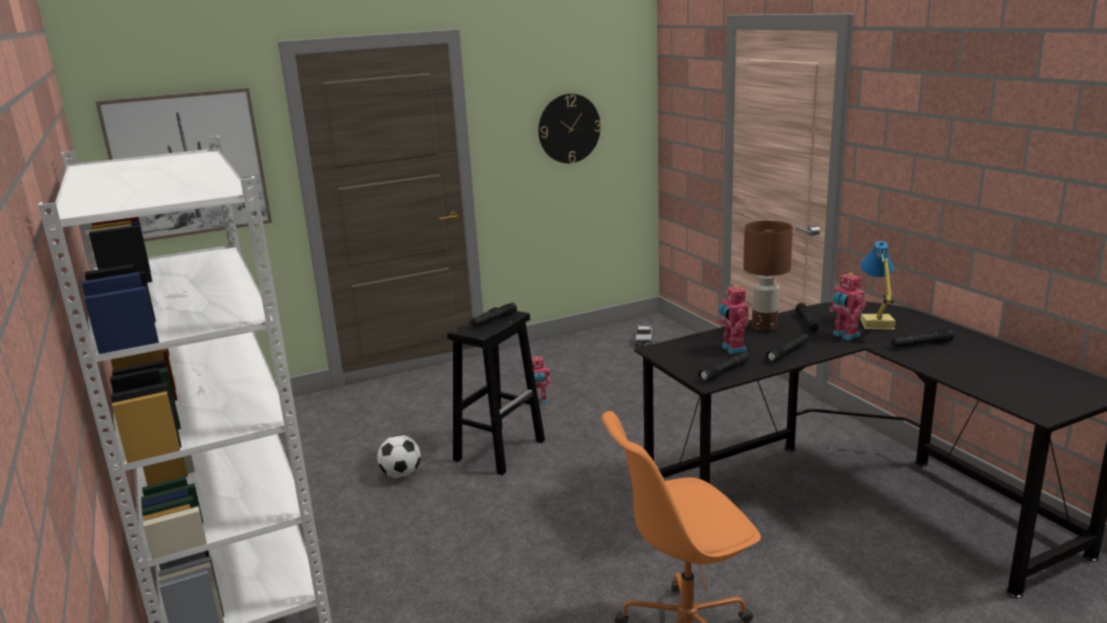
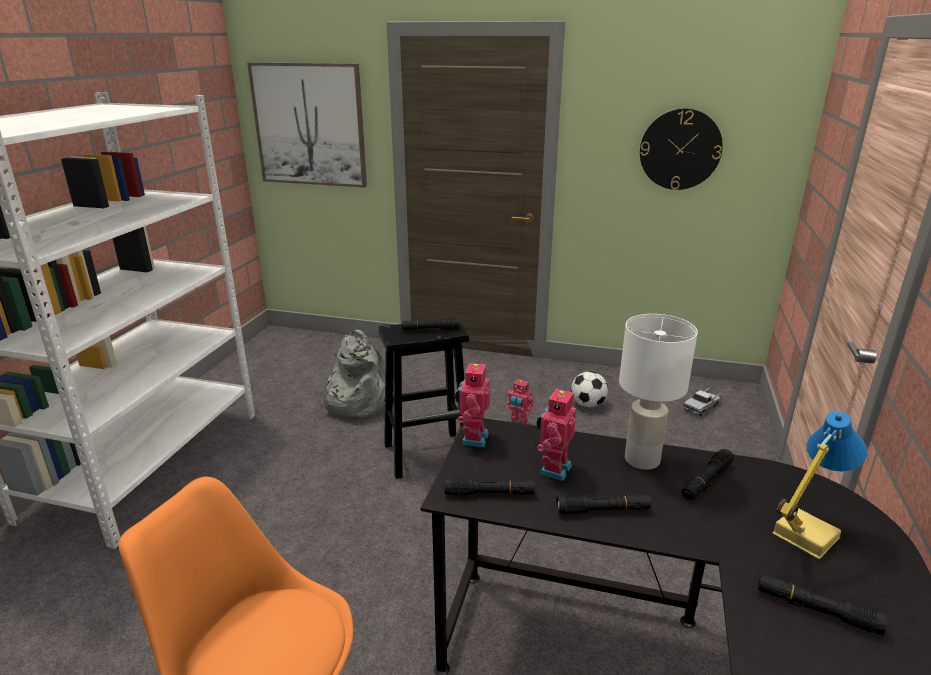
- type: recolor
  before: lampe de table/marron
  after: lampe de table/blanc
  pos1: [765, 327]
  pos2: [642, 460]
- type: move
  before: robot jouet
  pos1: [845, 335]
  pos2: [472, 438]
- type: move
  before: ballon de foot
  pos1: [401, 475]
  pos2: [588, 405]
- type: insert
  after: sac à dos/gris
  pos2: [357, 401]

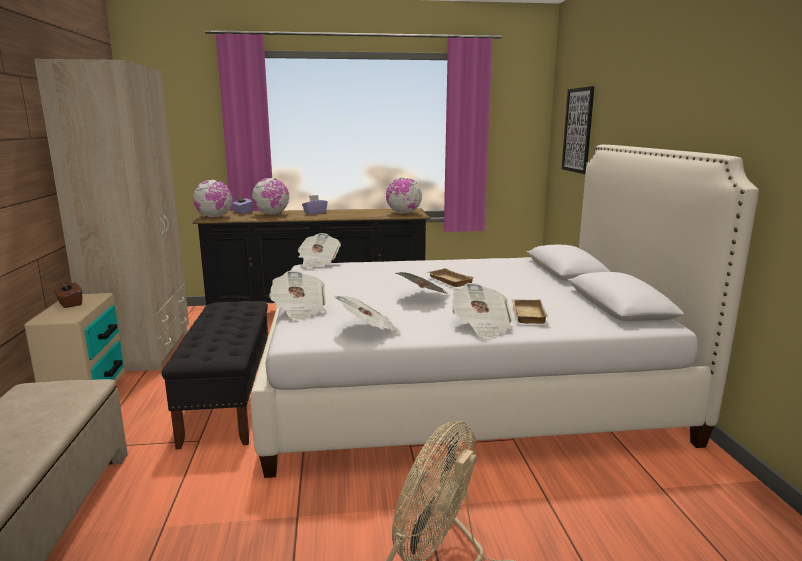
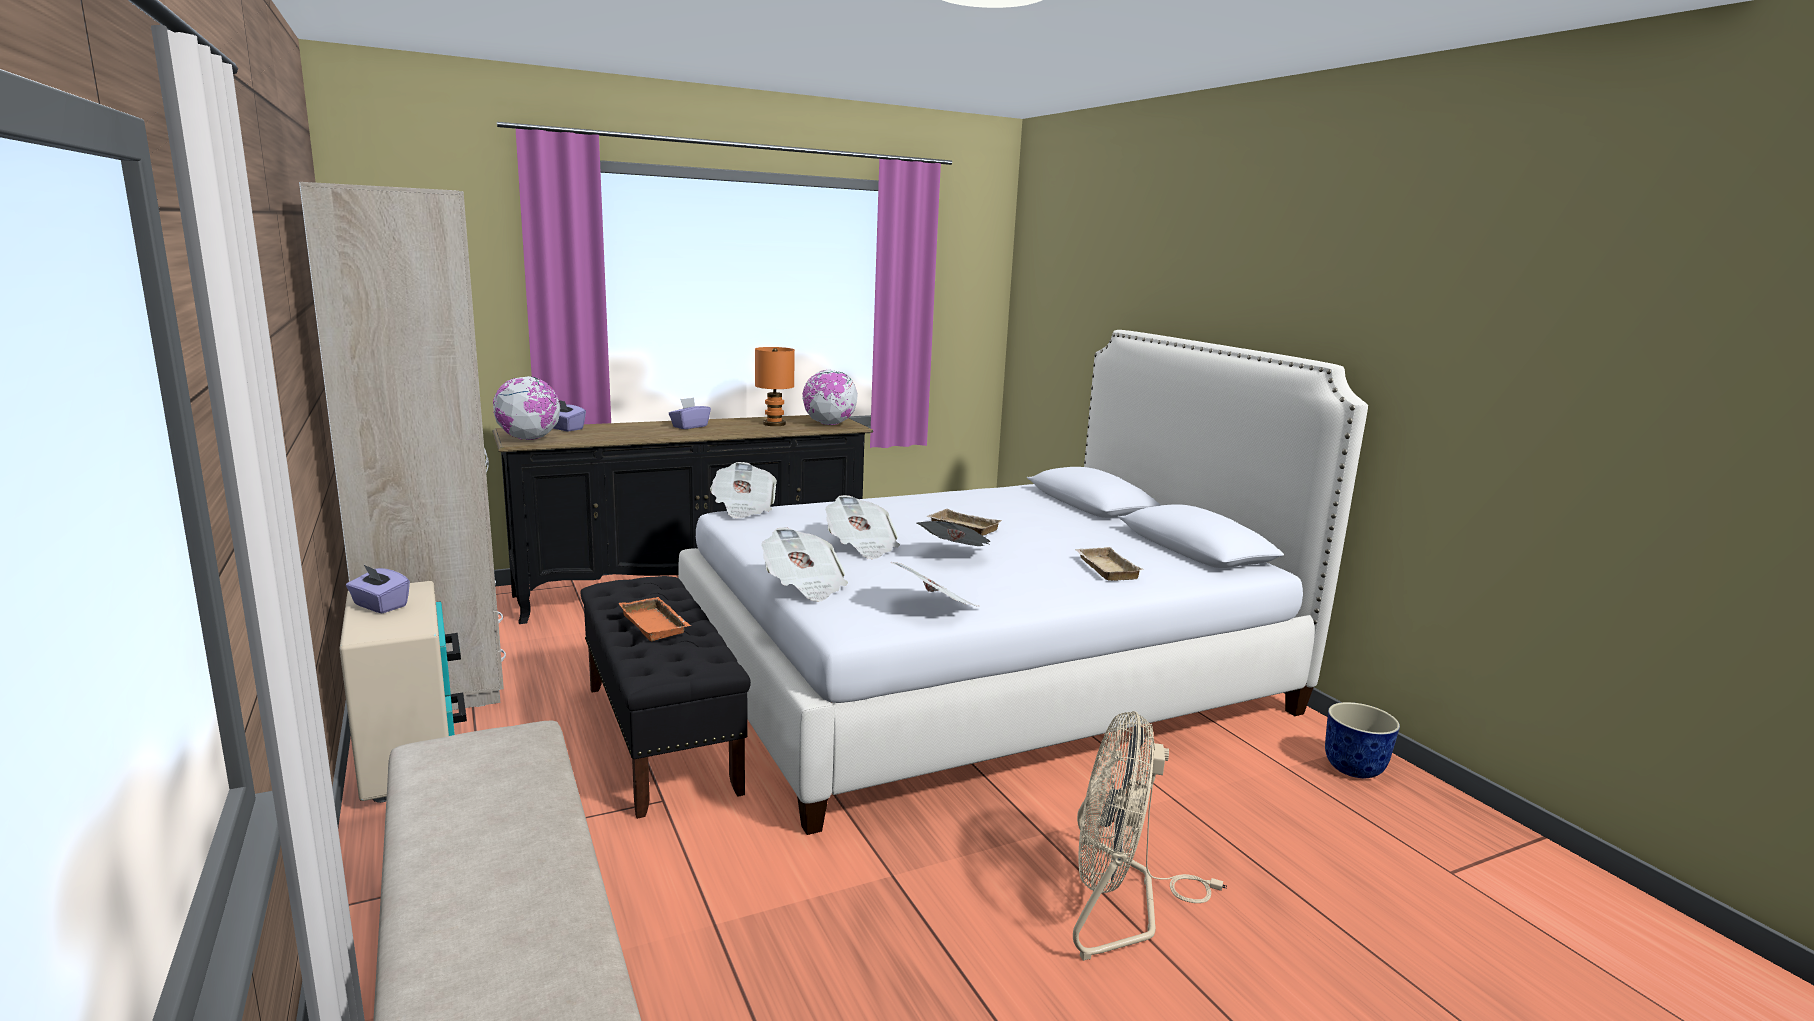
- type: delete
  before: tableau
  pos1: [578, 130]
- type: delete
  before: globe
  pos1: [272, 214]
- type: recolor
  before: boîte à mouchoirs/marron
  after: boîte à mouchoirs/violet
  pos1: [69, 304]
  pos2: [379, 606]
- type: move
  before: journal
  pos1: [481, 326]
  pos2: [861, 547]
- type: insert
  after: lampe de table/orange
  pos2: [774, 424]
- type: insert
  after: plateau/orange
  pos2: [657, 624]
- type: insert
  after: cache-pot
  pos2: [1353, 768]

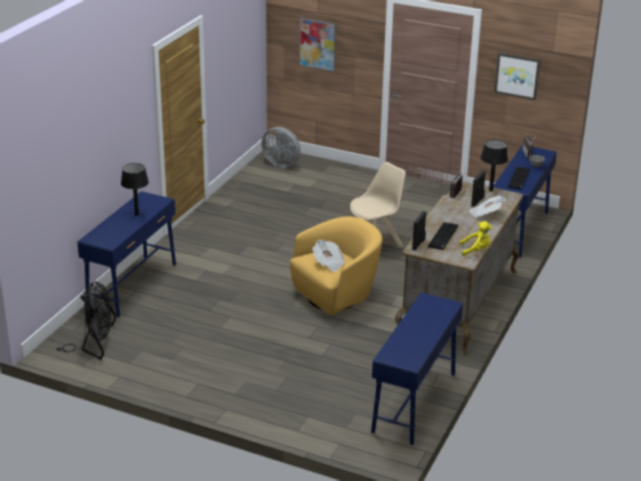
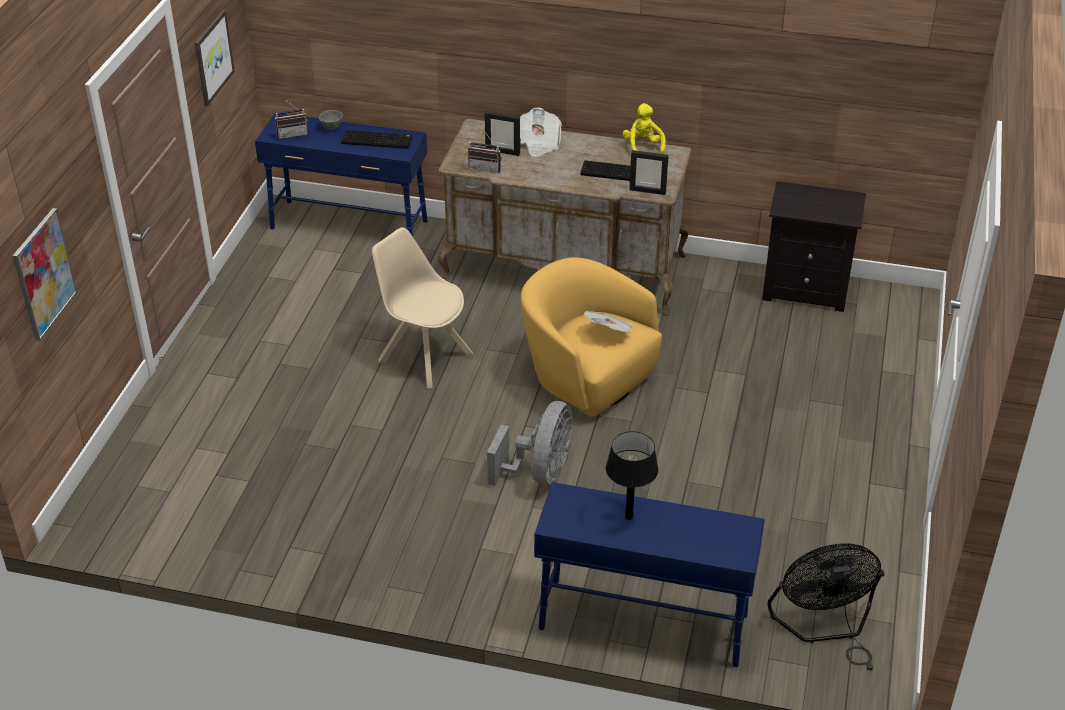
- type: move
  before: ventilateur/gris
  pos1: [282, 163]
  pos2: [540, 473]
- type: delete
  before: lampe de table/noir
  pos1: [490, 190]
- type: replace
  before: table console/bleu
  after: table de chevet/noir
  pos1: [413, 402]
  pos2: [806, 289]

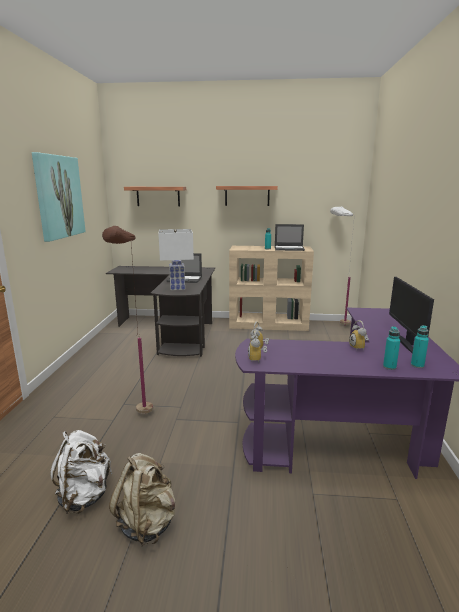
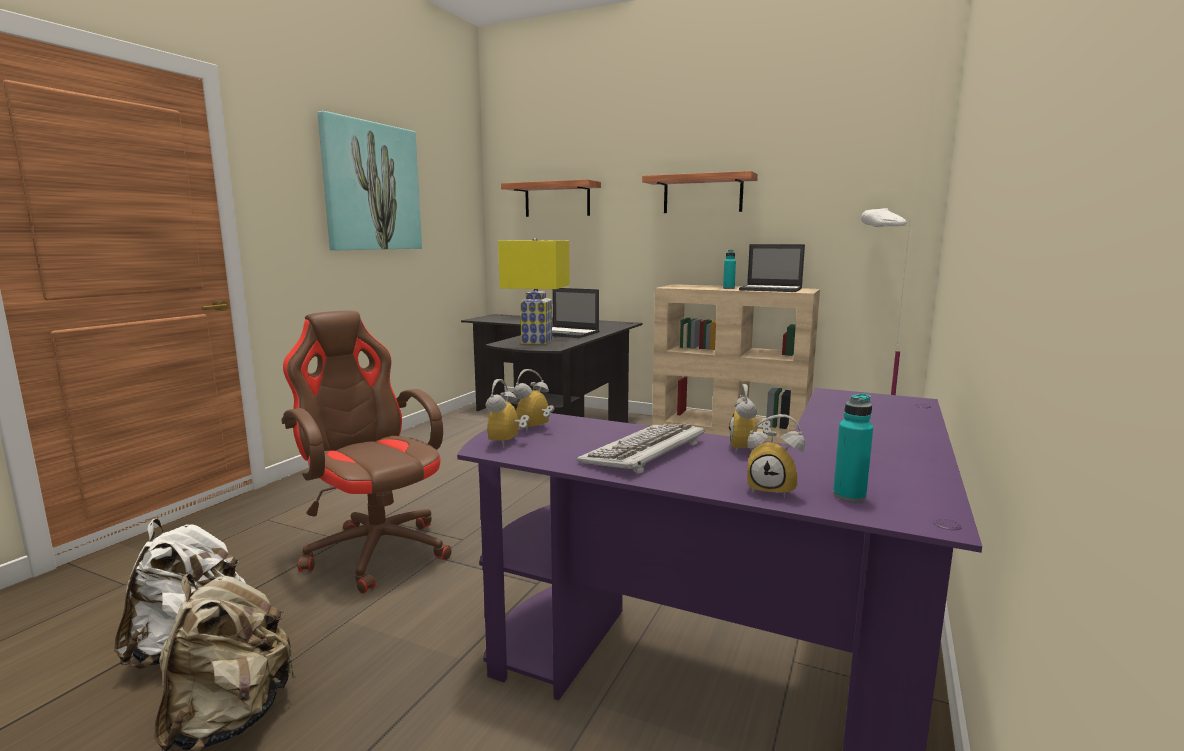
- type: replace
  before: lampadaire/marron
  after: chaise de bureau/marron
  pos1: [138, 421]
  pos2: [375, 549]
- type: recolor
  before: lampe de table/blanc
  after: lampe de table/jaune
  pos1: [177, 288]
  pos2: [536, 342]
- type: delete
  before: écran d'ordinateur
  pos1: [406, 343]
- type: replace
  before: bouteille/turquoise
  after: réveil
  pos1: [389, 367]
  pos2: [773, 489]
- type: insert
  after: clavier
  pos2: [645, 452]

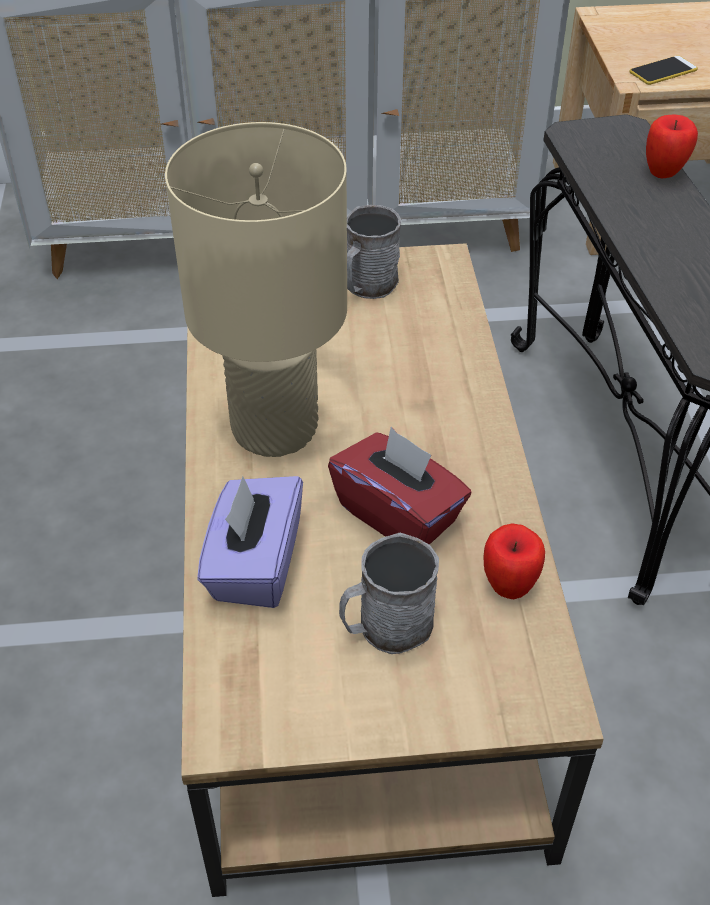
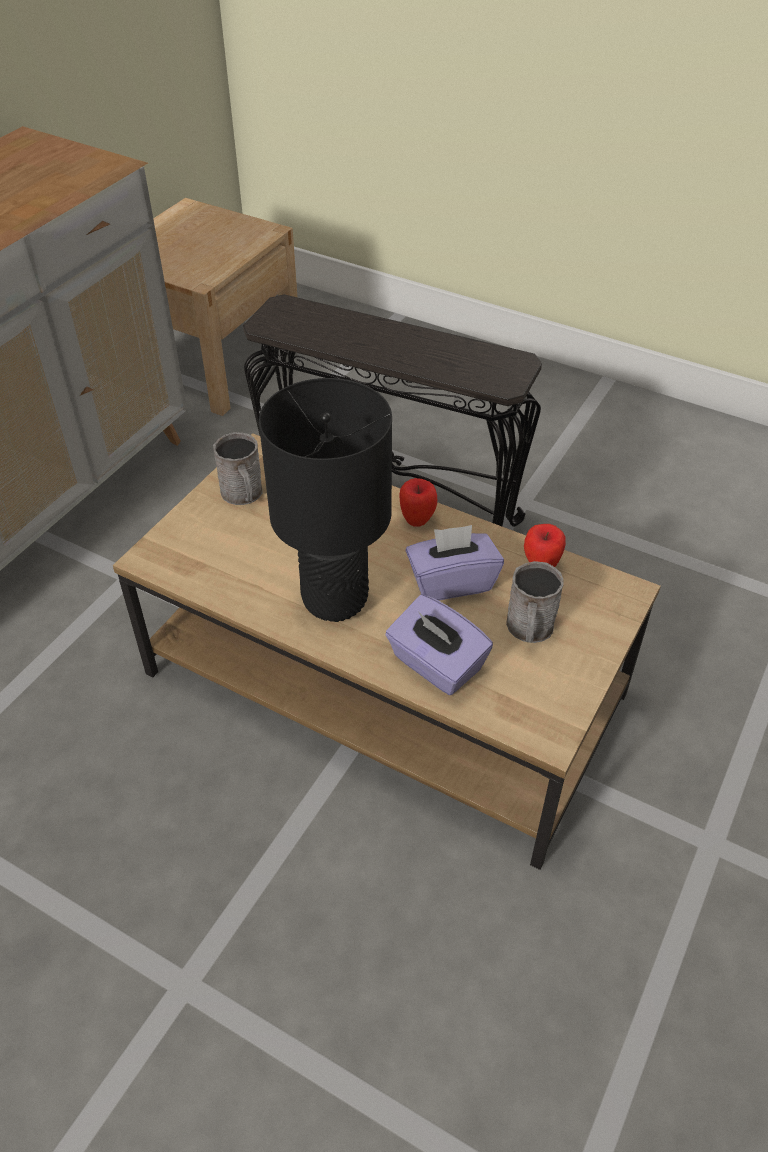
- type: delete
  before: téléphone
  pos1: [663, 71]
- type: move
  before: pomme
  pos1: [664, 173]
  pos2: [417, 520]
- type: recolor
  before: lampe de table/beige
  after: lampe de table/noir
  pos1: [276, 434]
  pos2: [335, 602]
- type: recolor
  before: boîte à mouchoirs/rouge
  after: boîte à mouchoirs/violet
  pos1: [398, 514]
  pos2: [451, 582]

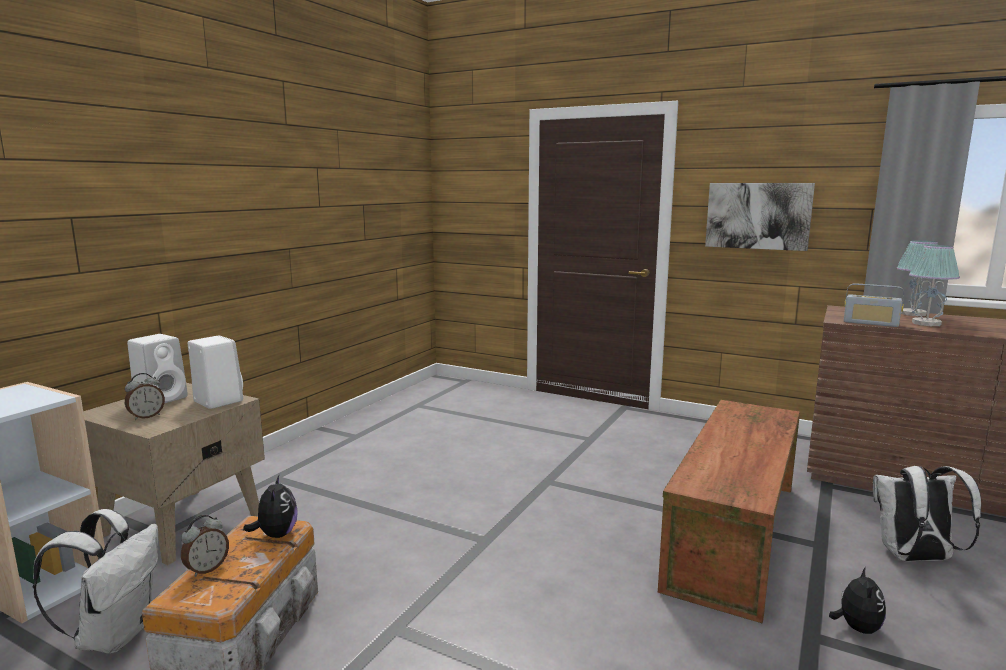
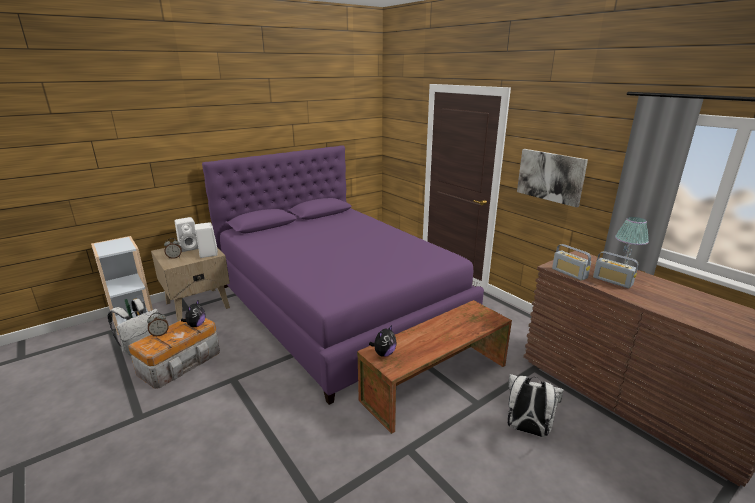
- type: replace
  before: lampe de table
  after: radio
  pos1: [926, 323]
  pos2: [612, 281]
- type: move
  before: peluche
  pos1: [856, 627]
  pos2: [384, 353]
- type: insert
  after: lit/violet
  pos2: [338, 306]

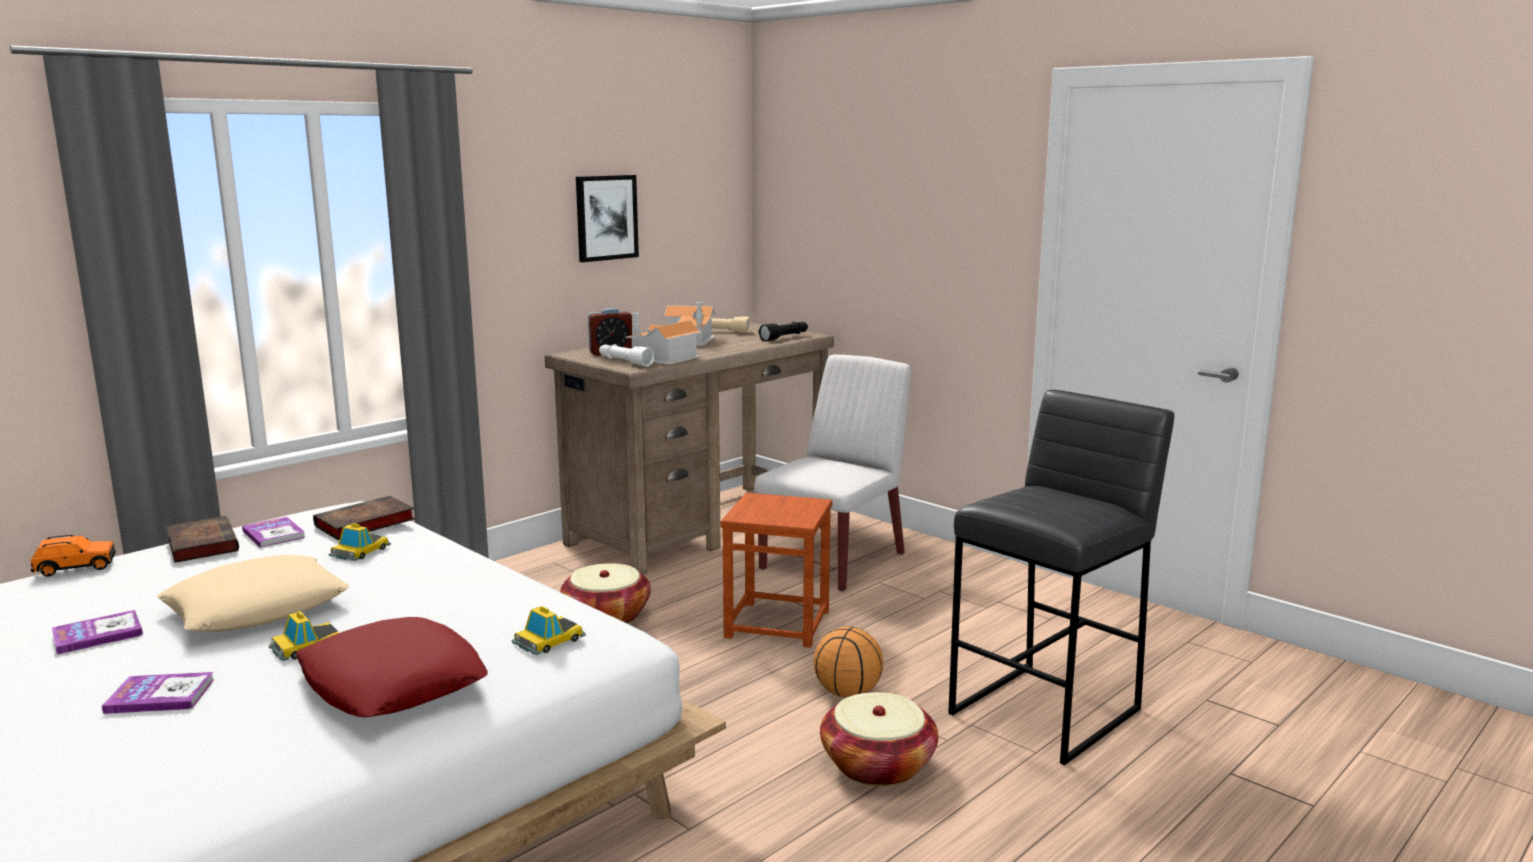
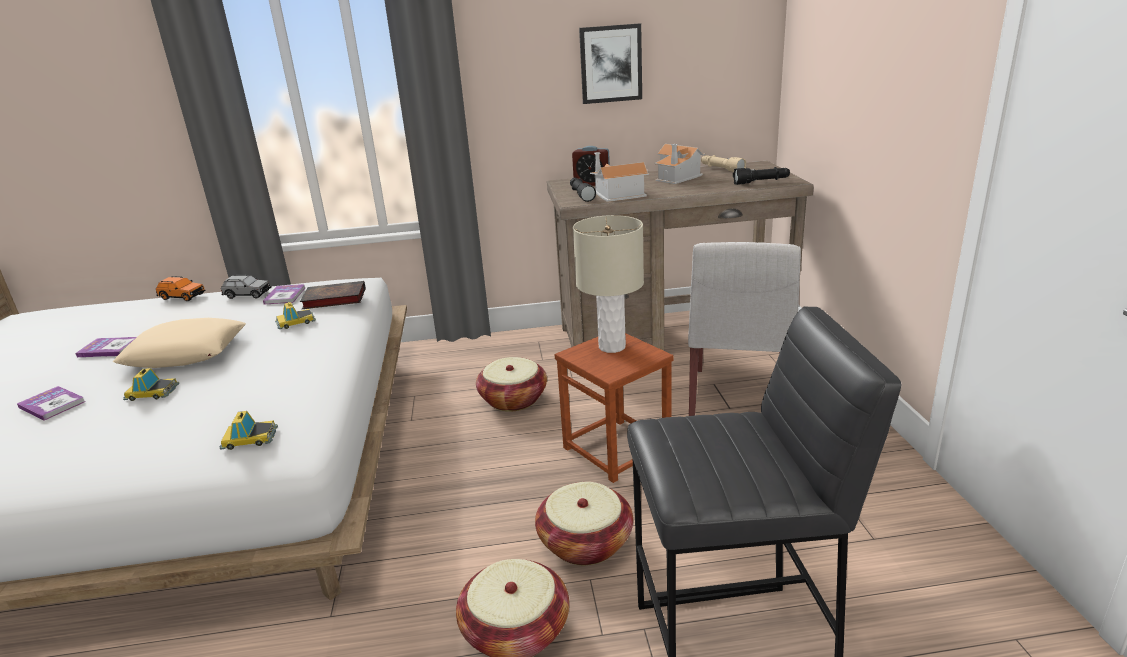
- type: recolor
  before: lampe de poche/blanc
  after: lampe de poche/noir
  pos1: [624, 362]
  pos2: [581, 195]
- type: rotate
  before: chaise/blanc
  pos1: [834, 561]
  pos2: [738, 400]
  turn: 120
- type: replace
  before: livre
  after: petite voiture/gris
  pos1: [201, 544]
  pos2: [247, 294]
- type: delete
  before: coussin/rouge
  pos1: [391, 682]
- type: replace
  before: ballon de basket
  after: panier
  pos1: [848, 693]
  pos2: [585, 543]
- type: insert
  after: lampe de table/beige
  pos2: [611, 347]

